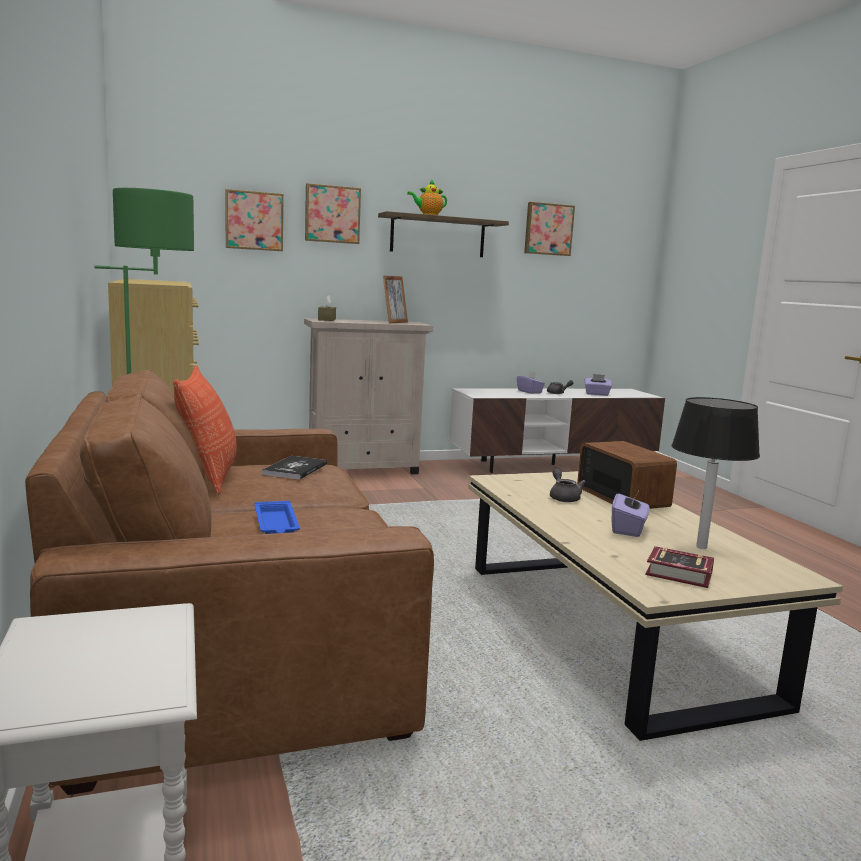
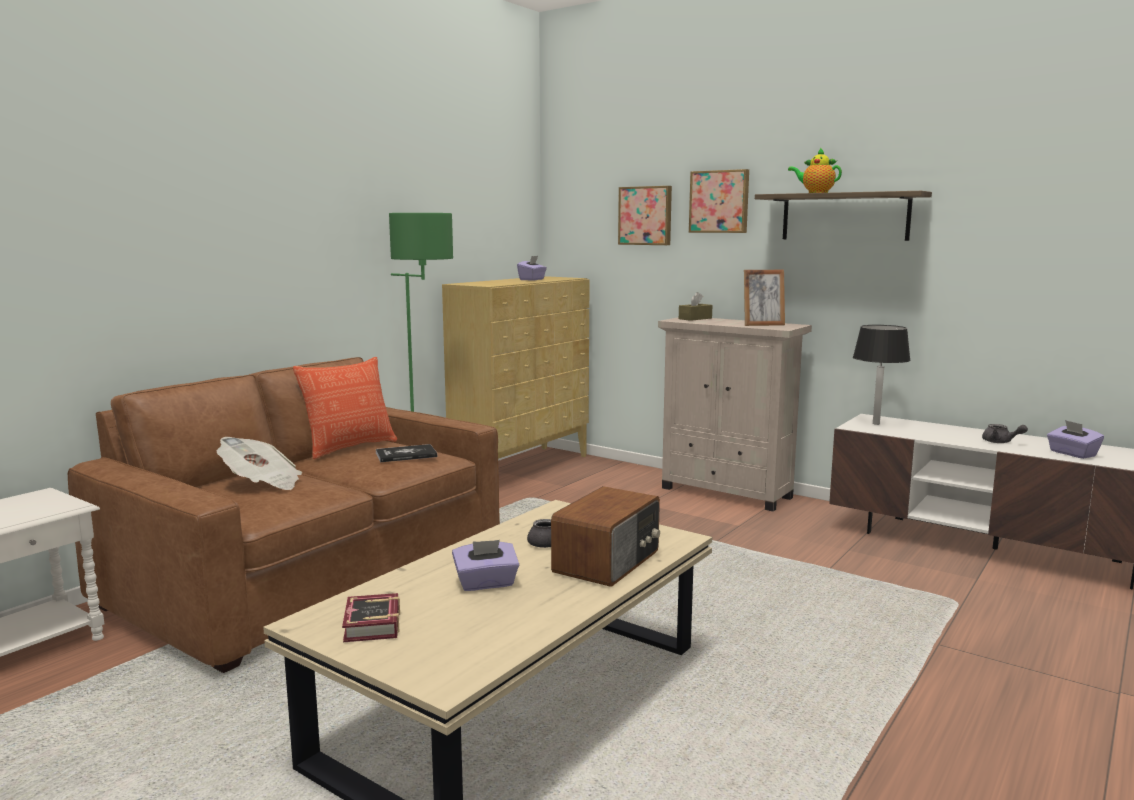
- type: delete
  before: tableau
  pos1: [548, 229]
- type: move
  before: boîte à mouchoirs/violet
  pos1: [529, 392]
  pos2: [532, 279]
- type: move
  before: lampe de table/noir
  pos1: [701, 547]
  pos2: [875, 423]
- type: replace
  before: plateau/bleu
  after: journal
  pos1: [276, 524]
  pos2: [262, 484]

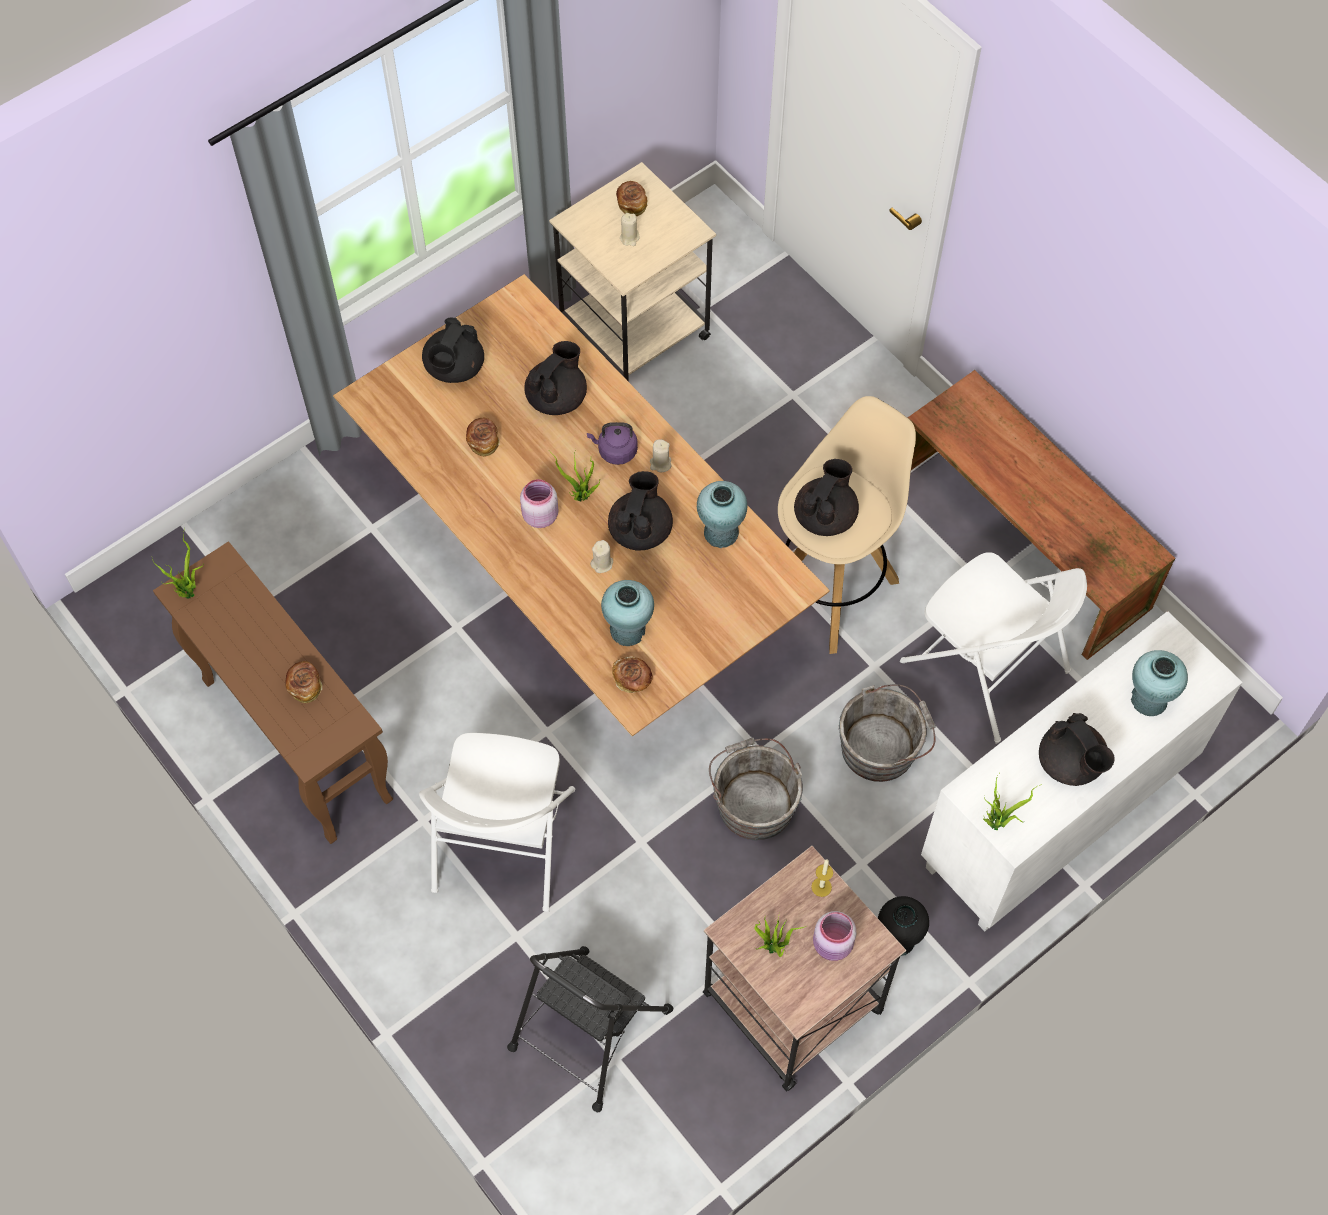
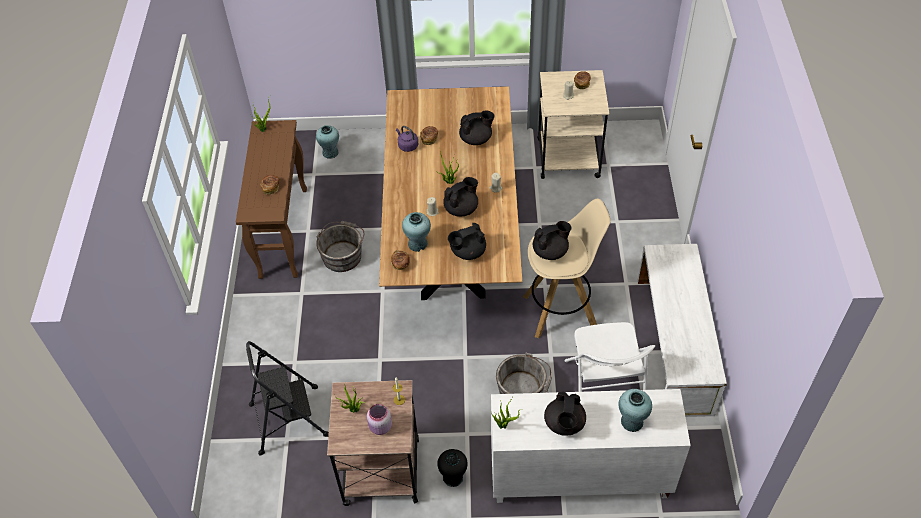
- type: move
  before: théière/noir
  pos1: [454, 369]
  pos2: [467, 252]
- type: recolor
  before: banc/marron
  after: banc/blanc
  pos1: [1025, 539]
  pos2: [675, 345]
- type: move
  before: bouilloire/violet
  pos1: [615, 451]
  pos2: [407, 145]
- type: delete
  before: bocal/rose
  pos1: [539, 516]
- type: move
  before: vase/turquoise
  pos1: [720, 533]
  pos2: [330, 153]
- type: delete
  before: chaise/blanc
  pos1: [503, 840]
- type: move
  before: seau/gris
  pos1: [754, 800]
  pos2: [343, 255]

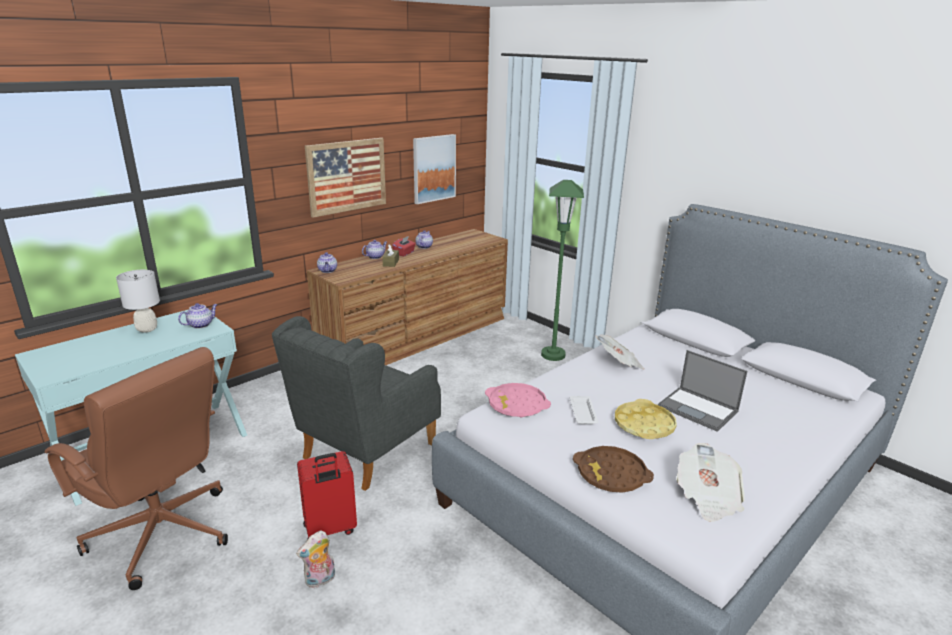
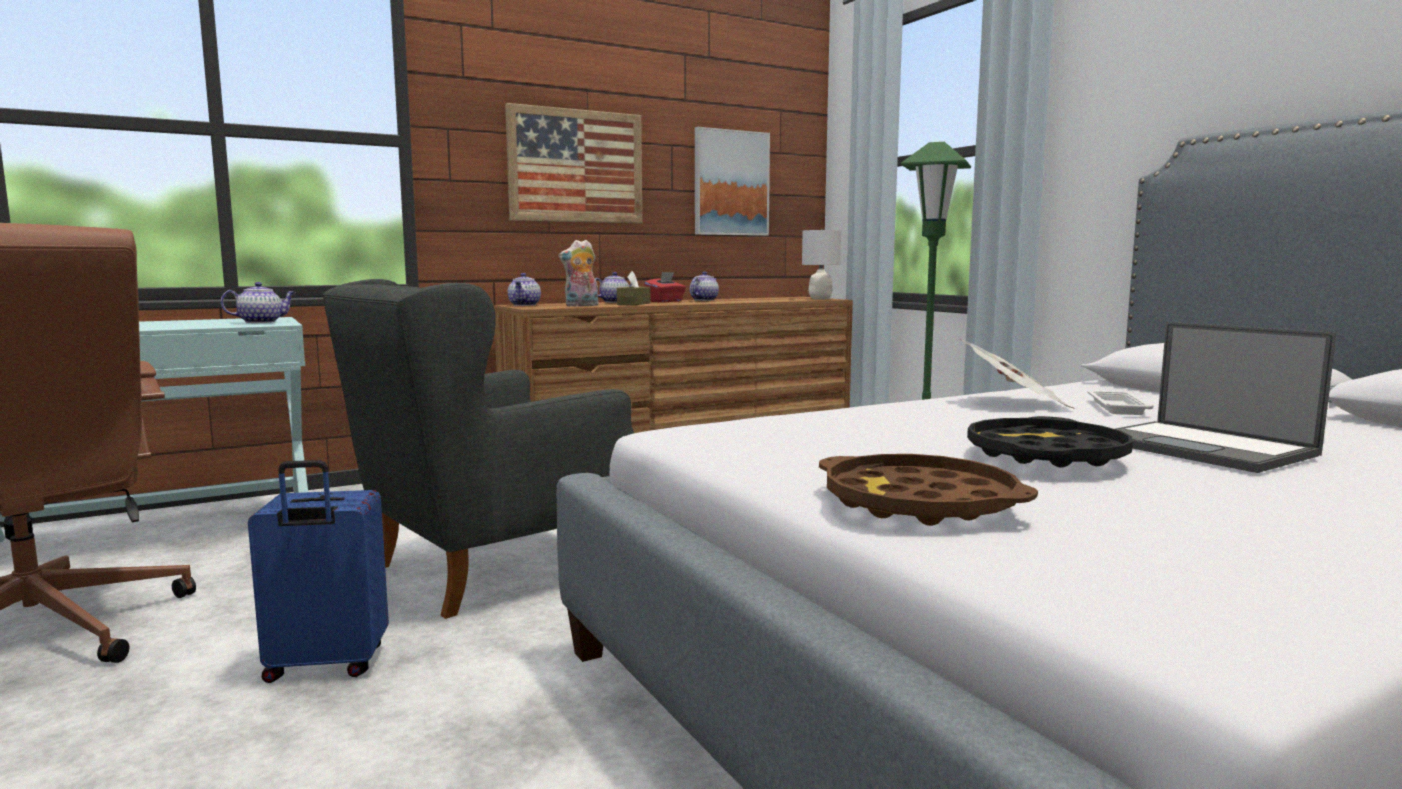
- type: move
  before: lampe de table/gris
  pos1: [148, 330]
  pos2: [821, 299]
- type: delete
  before: plateau/rose
  pos1: [517, 405]
- type: move
  before: plateau/blanc
  pos1: [582, 412]
  pos2: [1117, 407]
- type: recolor
  before: plateau/jaune
  after: plateau/noir
  pos1: [644, 425]
  pos2: [1046, 455]
- type: delete
  before: journal
  pos1: [707, 497]
- type: recolor
  before: valise/rouge
  after: valise/bleu
  pos1: [330, 530]
  pos2: [326, 666]
- type: move
  before: peluche
  pos1: [320, 580]
  pos2: [581, 306]

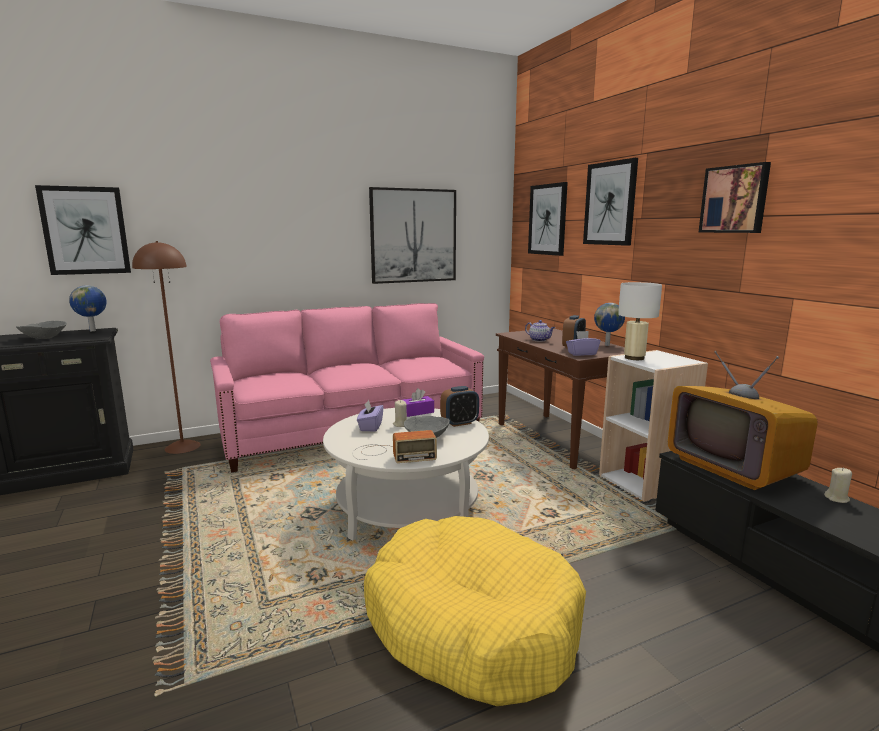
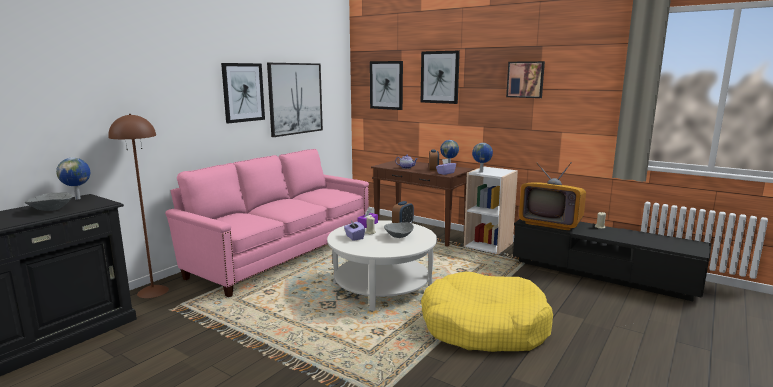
- type: move
  before: tableau
  pos1: [85, 230]
  pos2: [243, 92]
- type: replace
  before: lampe de table/blanc
  after: globe
  pos1: [634, 358]
  pos2: [481, 172]
- type: delete
  before: radio
  pos1: [391, 454]

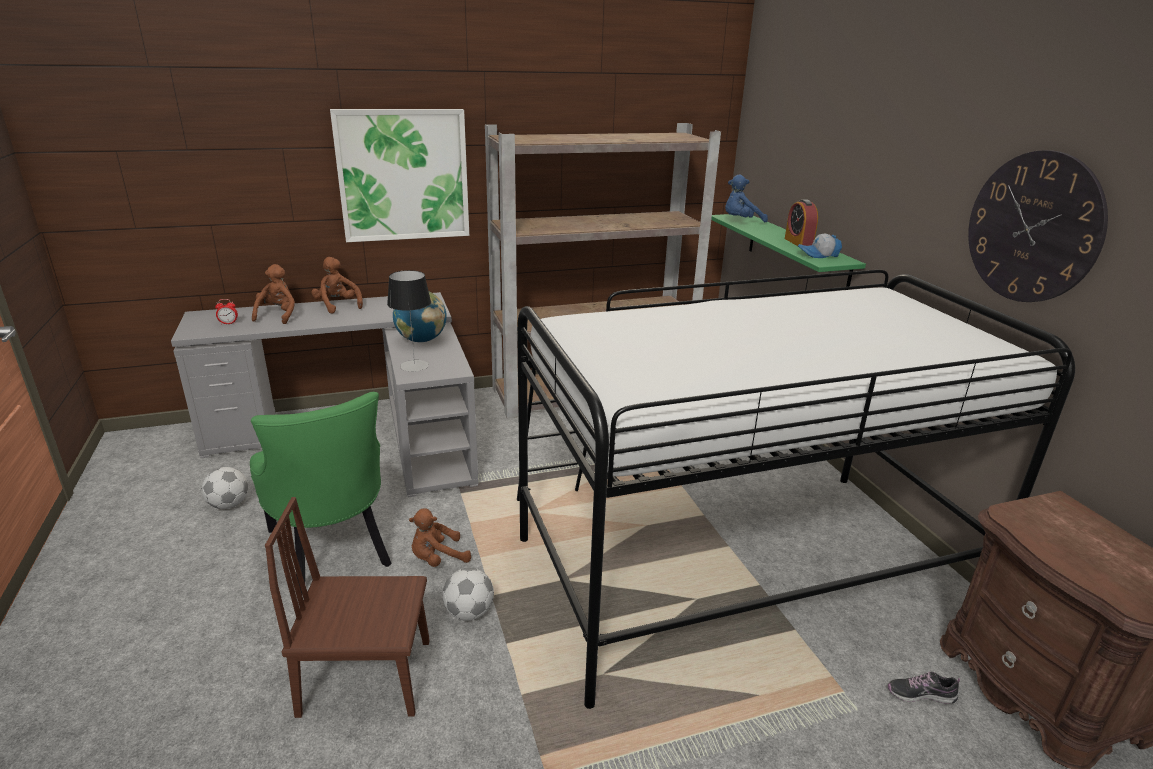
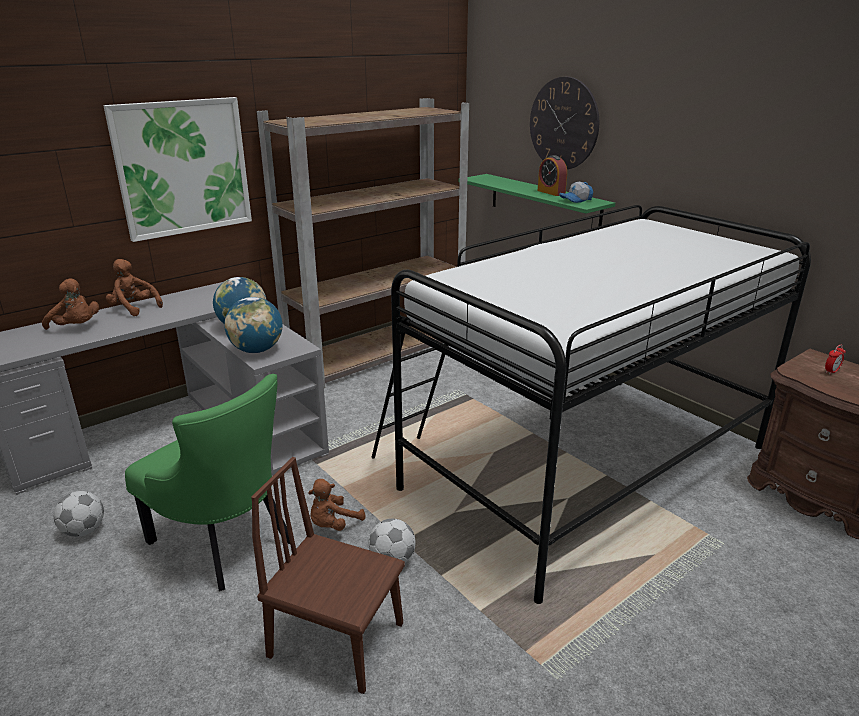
- type: move
  before: horloge murale
  pos1: [1033, 227]
  pos2: [563, 124]
- type: delete
  before: peluche/bleu
  pos1: [741, 221]
- type: rotate
  before: peluche/marron
  pos1: [278, 315]
  pos2: [76, 327]
  turn: 135
- type: replace
  before: lampe de table
  after: globe
  pos1: [414, 366]
  pos2: [257, 350]
- type: move
  before: réveil
  pos1: [228, 323]
  pos2: [831, 371]
- type: rotate
  before: chaise/marron
  pos1: [366, 677]
  pos2: [336, 640]
  turn: 45
- type: delete
  before: chaussure
  pos1: [920, 694]

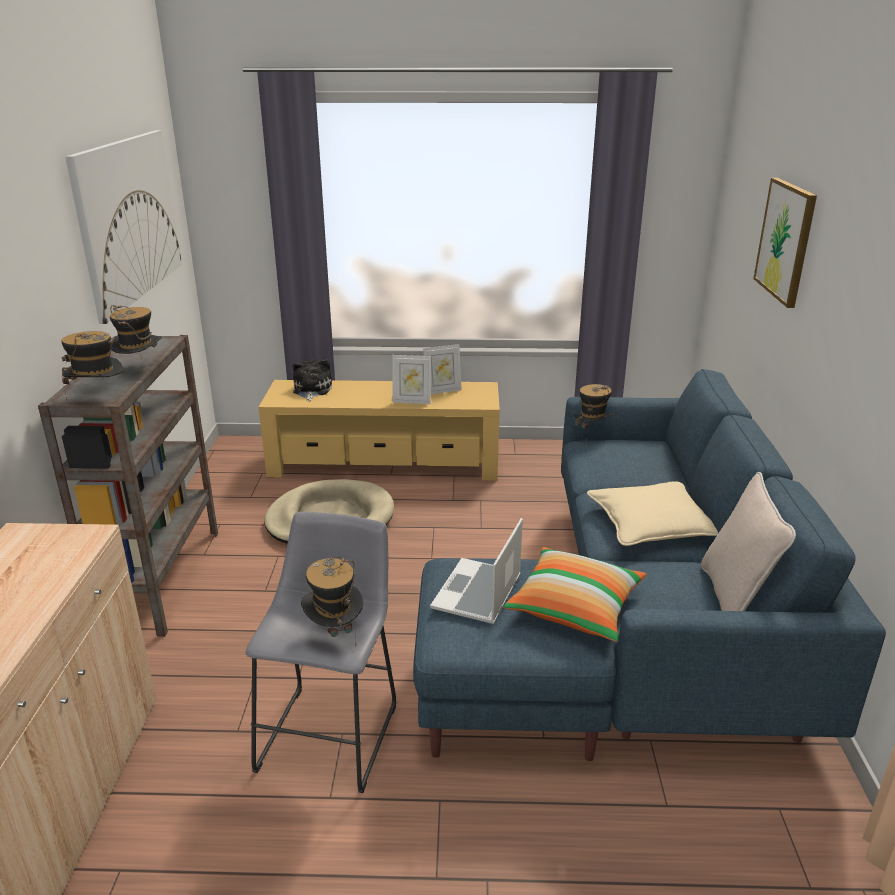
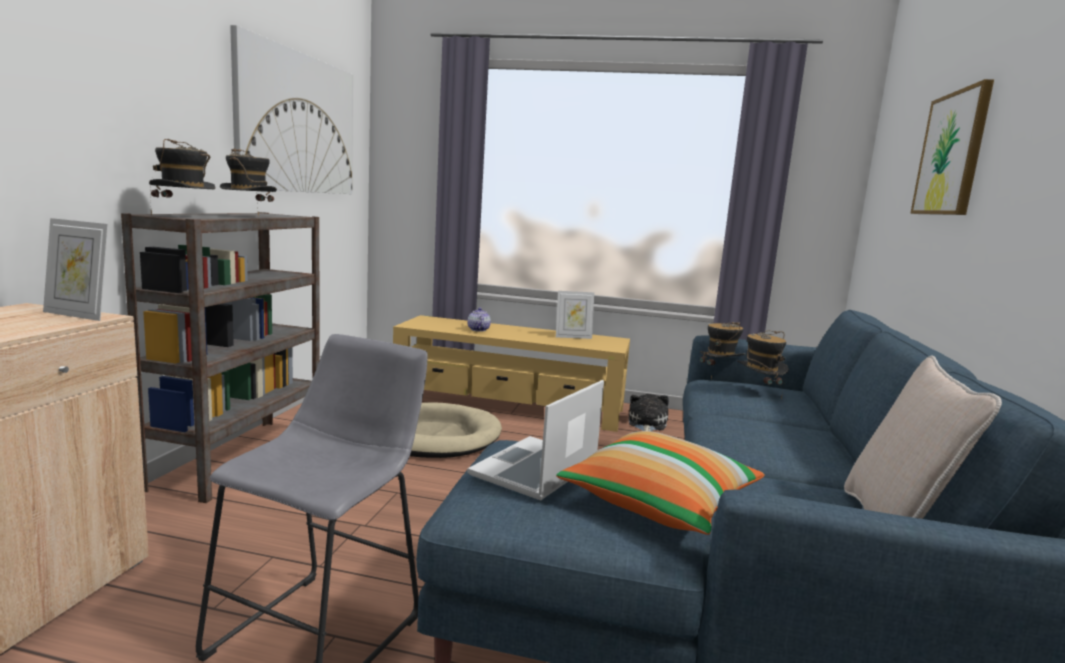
- type: move
  before: cadre photo
  pos1: [412, 401]
  pos2: [78, 315]
- type: move
  before: peluche
  pos1: [311, 390]
  pos2: [646, 424]
- type: delete
  before: coussin/beige
  pos1: [651, 523]
- type: move
  before: chapeau
  pos1: [334, 631]
  pos2: [758, 392]
- type: insert
  after: théière
  pos2: [478, 330]

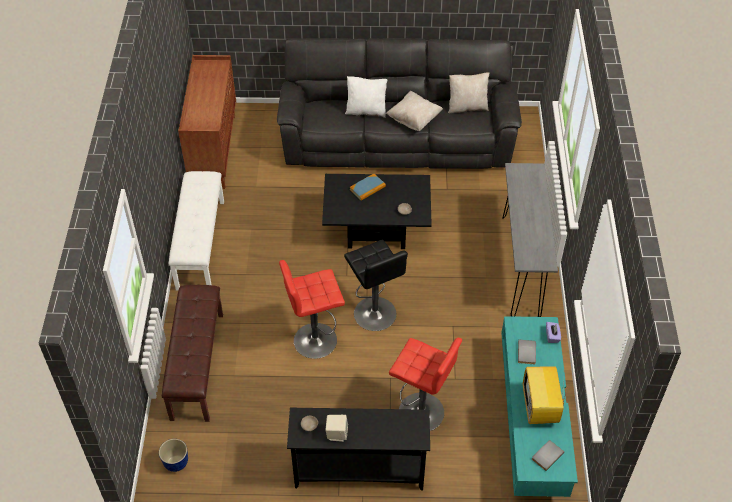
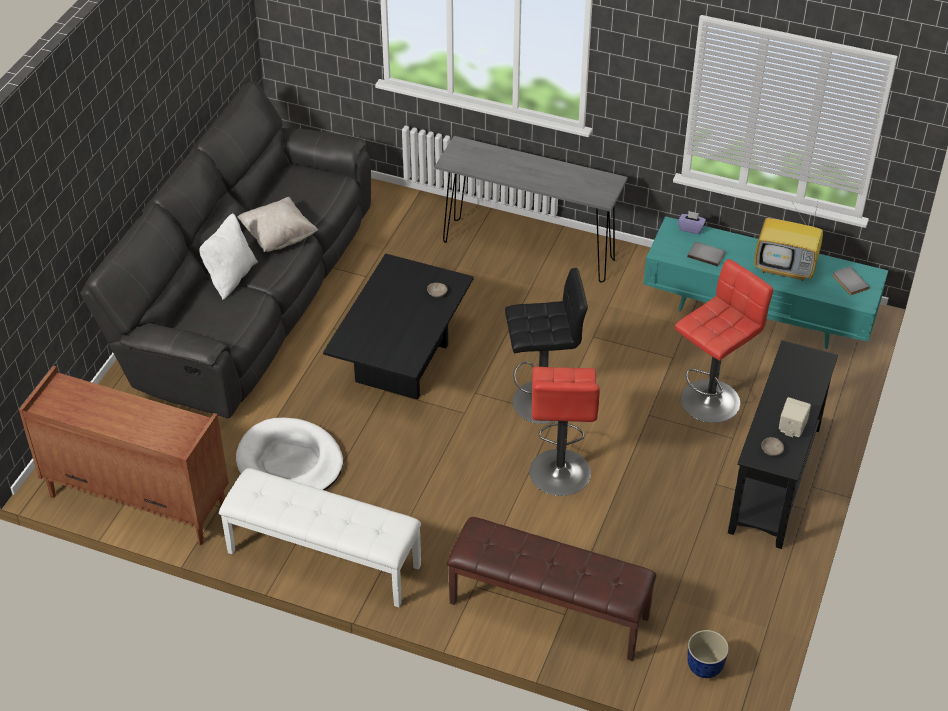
- type: delete
  before: coussin/beige
  pos1: [467, 107]
- type: delete
  before: livre
  pos1: [367, 188]
- type: insert
  after: panier pour chien/blanc
  pos2: [290, 462]

